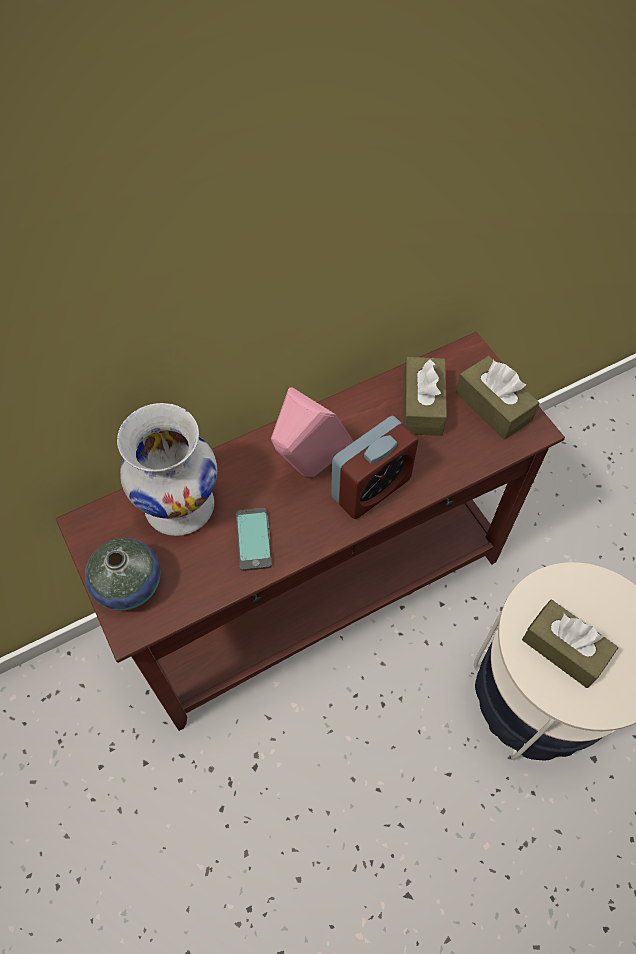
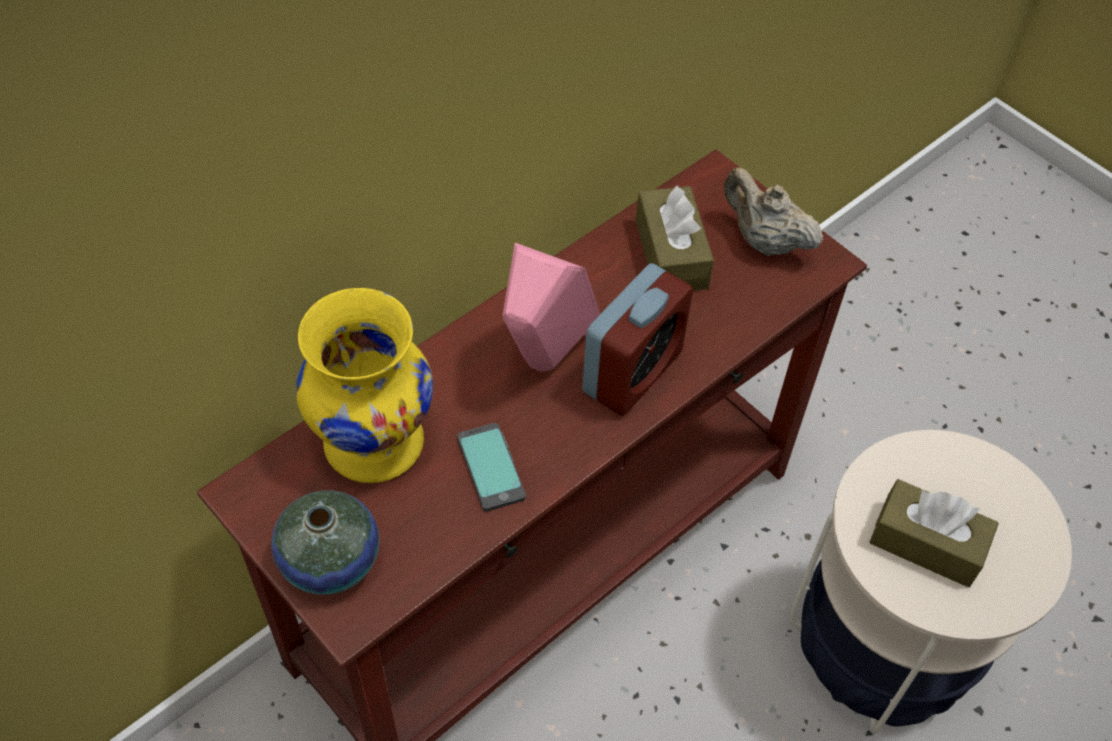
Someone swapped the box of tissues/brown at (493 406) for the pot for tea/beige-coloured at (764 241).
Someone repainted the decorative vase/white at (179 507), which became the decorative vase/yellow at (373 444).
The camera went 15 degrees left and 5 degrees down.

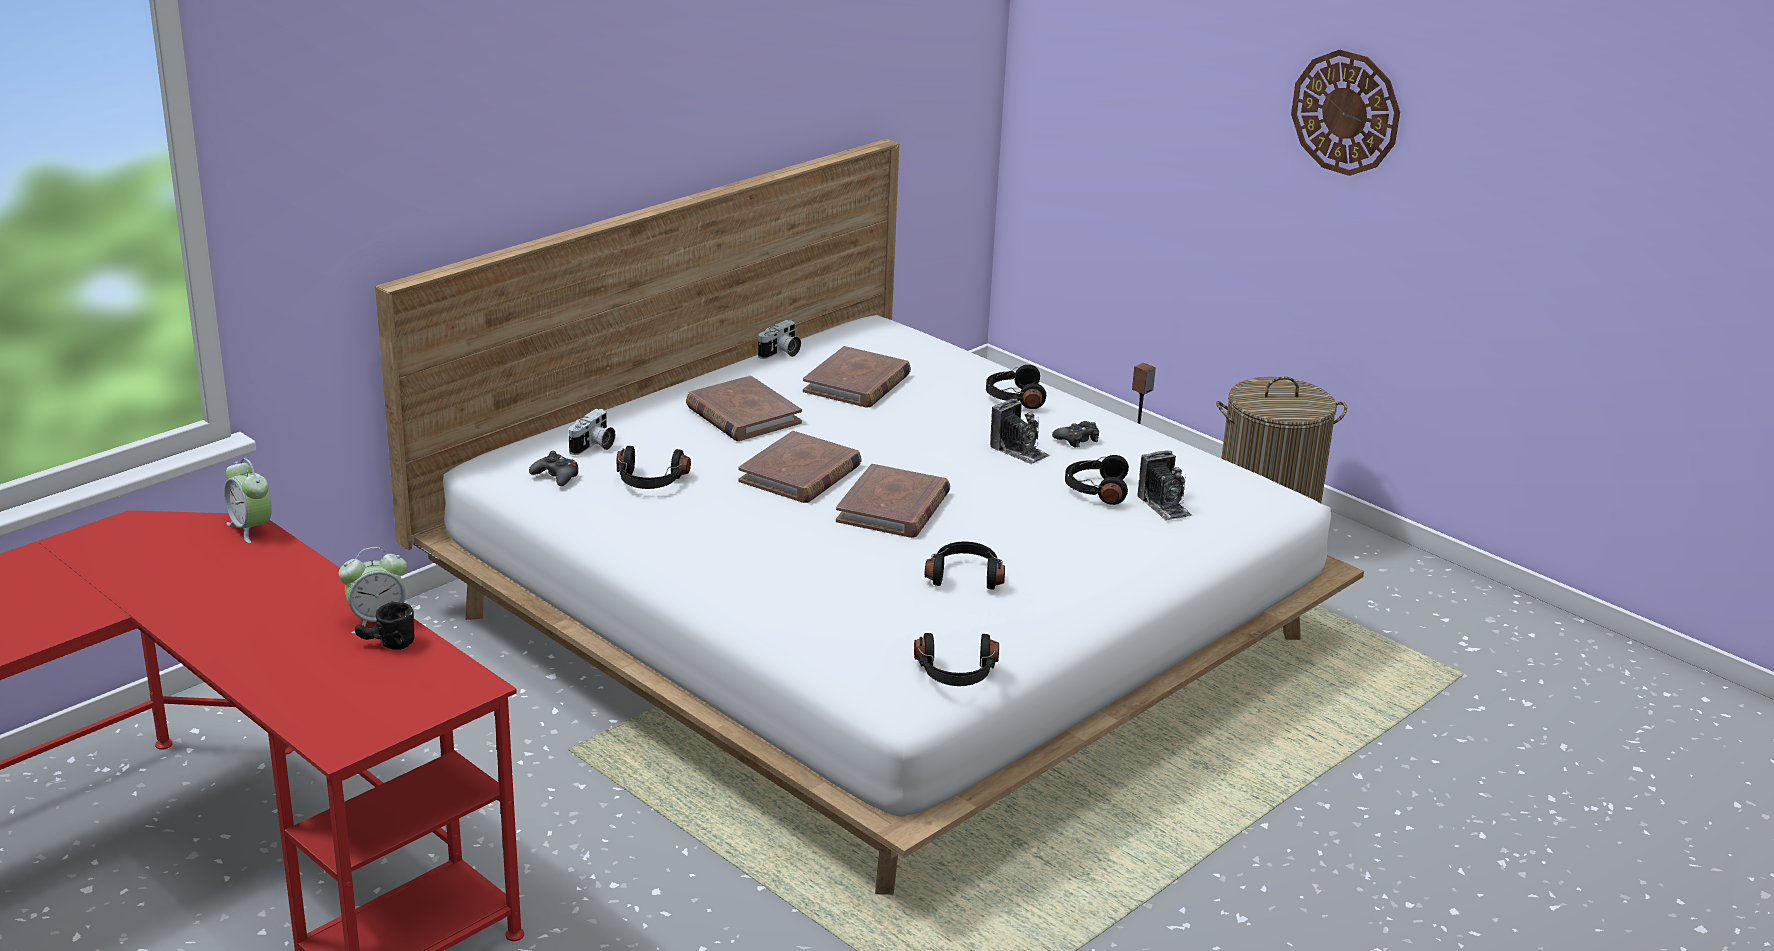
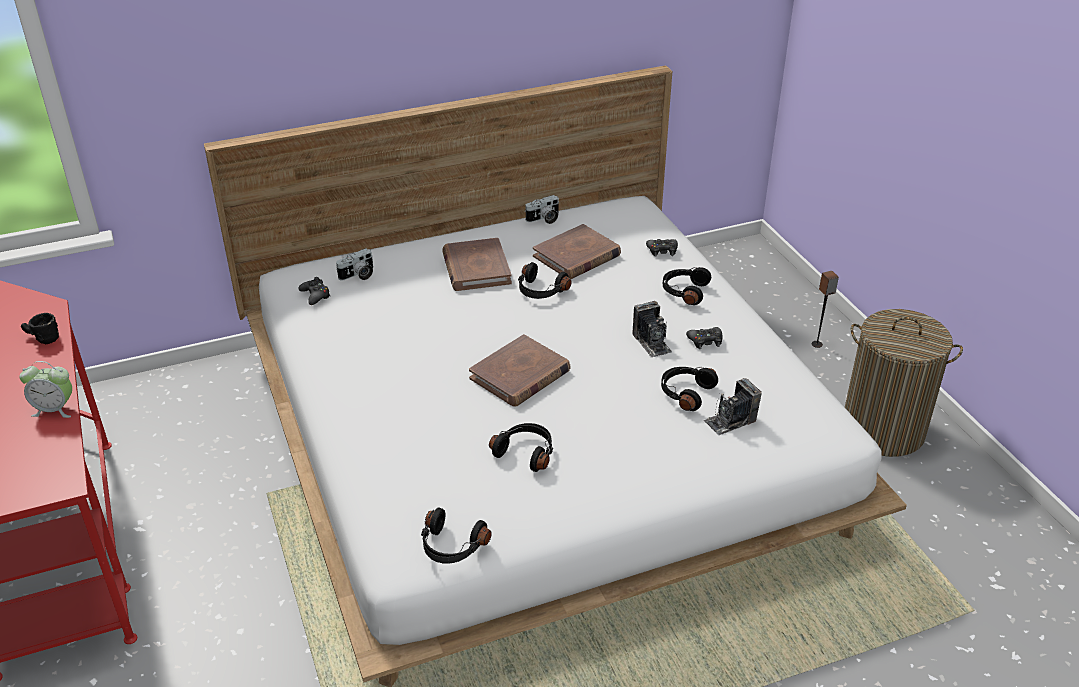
Someone took away the wall clock at (1346 112).
Someone took away the volume/brown at (800 473).
Someone carried the headset/black from (650 482) to (540 291).
Someone rotated the photo camera at (1164 505) by 60 degrees clockwise.
Someone took away the table clock at (251 529).
Someone carried the coffee mug/black from (386 645) to (41 339).
Someone put down the gamepad/black at (662 251).
The camera went 25 degrees right and 10 degrees up.

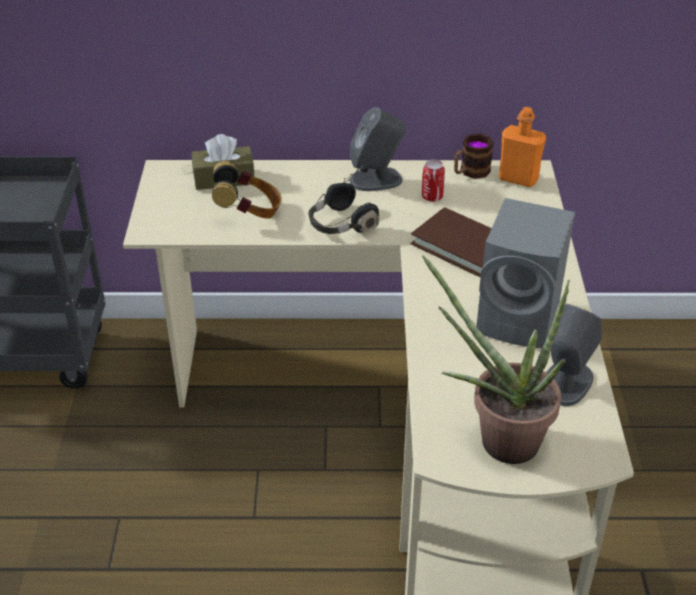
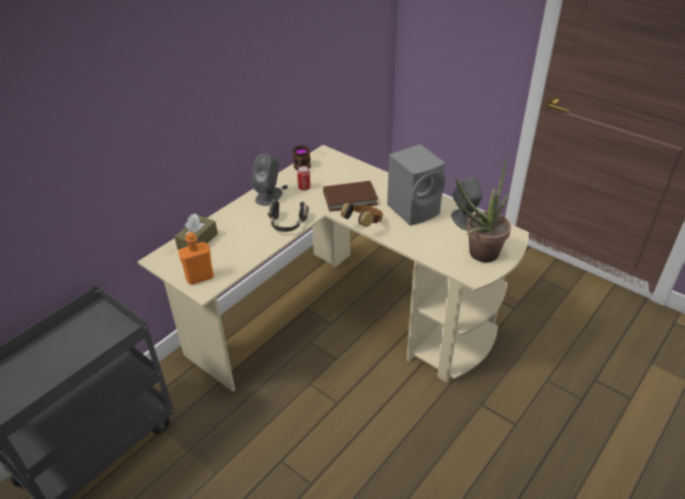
Someone carried the bottle/orange from (518 179) to (200 277).
Someone carried the headset from (249 212) to (364 225).
The camera went 50 degrees left and 0 degrees up.

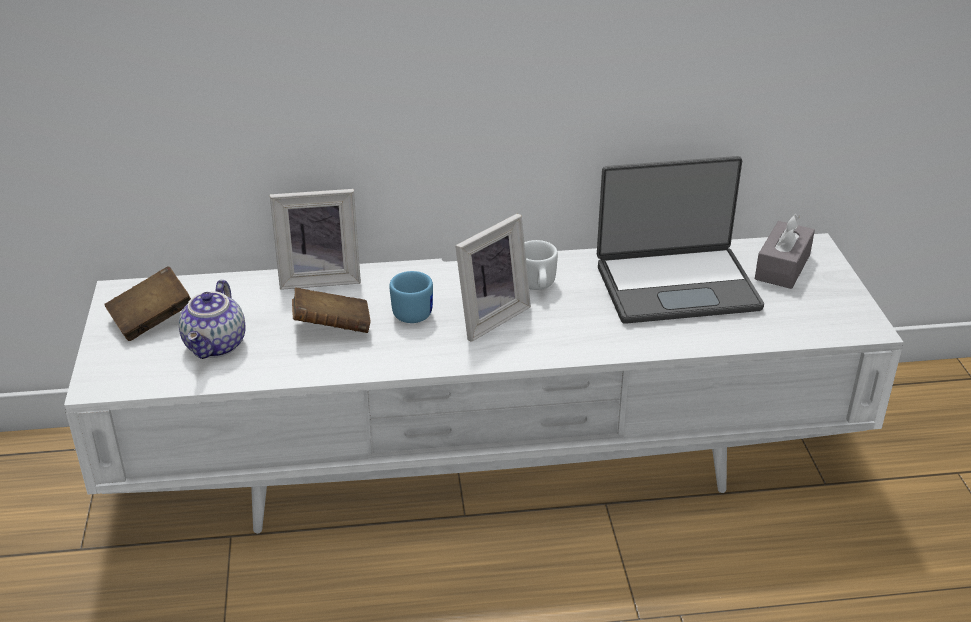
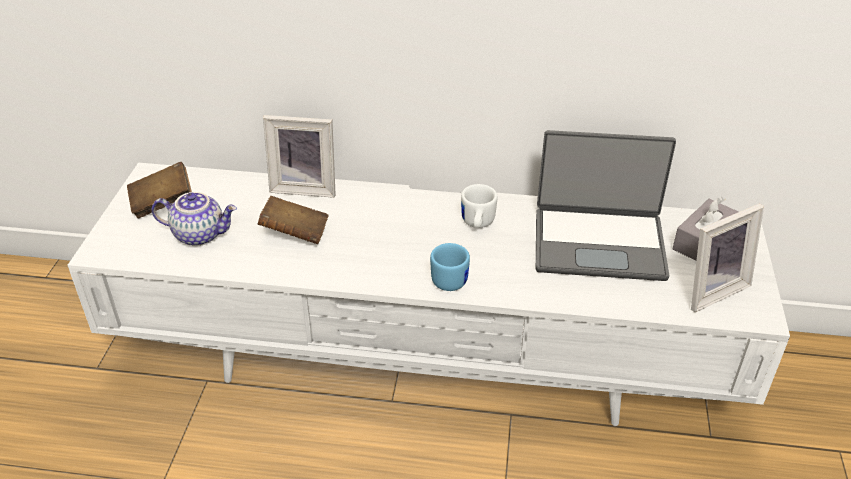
Someone carried the photo frame from (488 317) to (710 289).
Someone carried the coffee mug/bluish from (412 311) to (450 277).
Someone rotated the pot for tea at (217 346) by 105 degrees counterclockwise.
The camera went 15 degrees right and 5 degrees up.

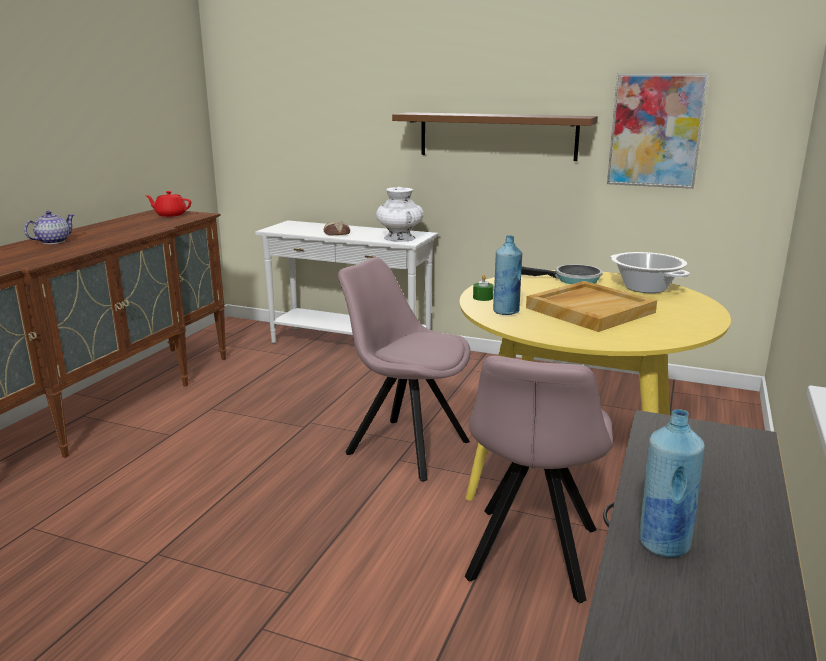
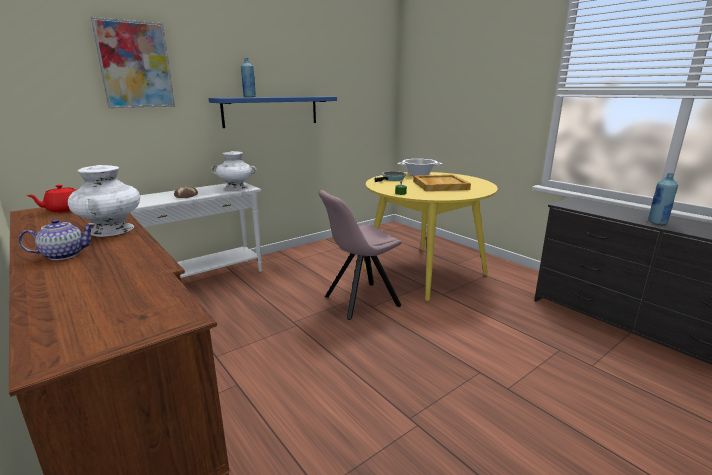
Someone carried the picture from (655 130) to (135 65).
Someone repainted the bracket shelf/brown at (497 136), which became the bracket shelf/bluish at (271 111).
Someone rotated the pot for tea at (53 241) by 90 degrees clockwise.
Someone carried the bottle/bluish from (506 312) to (249 97).
Someone took away the chair/pink at (531 554).
Someone put down the decorative vase/white at (112 229).
The camera went 60 degrees left and 0 degrees up.

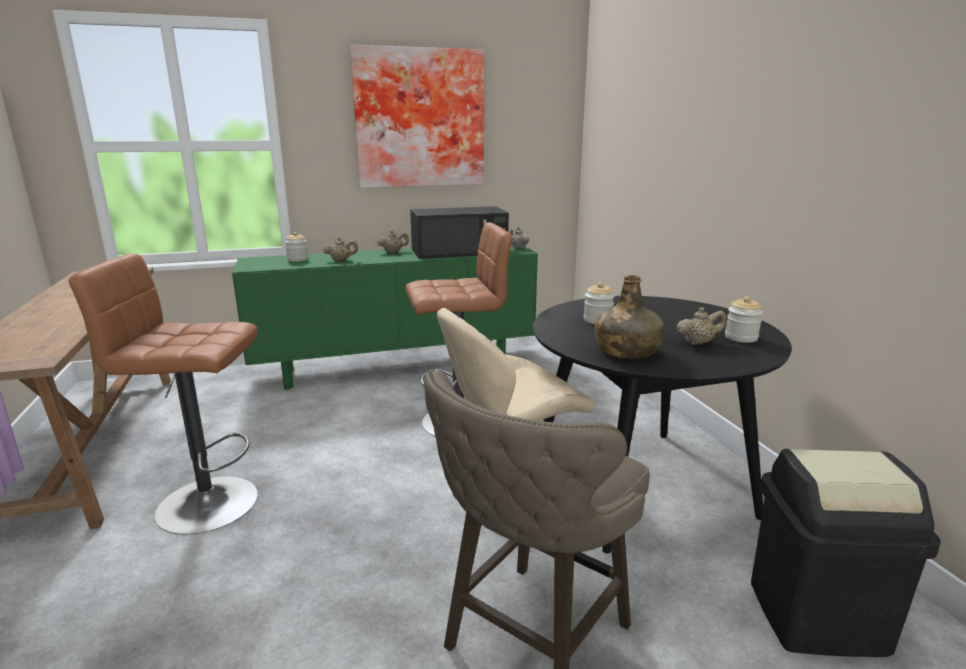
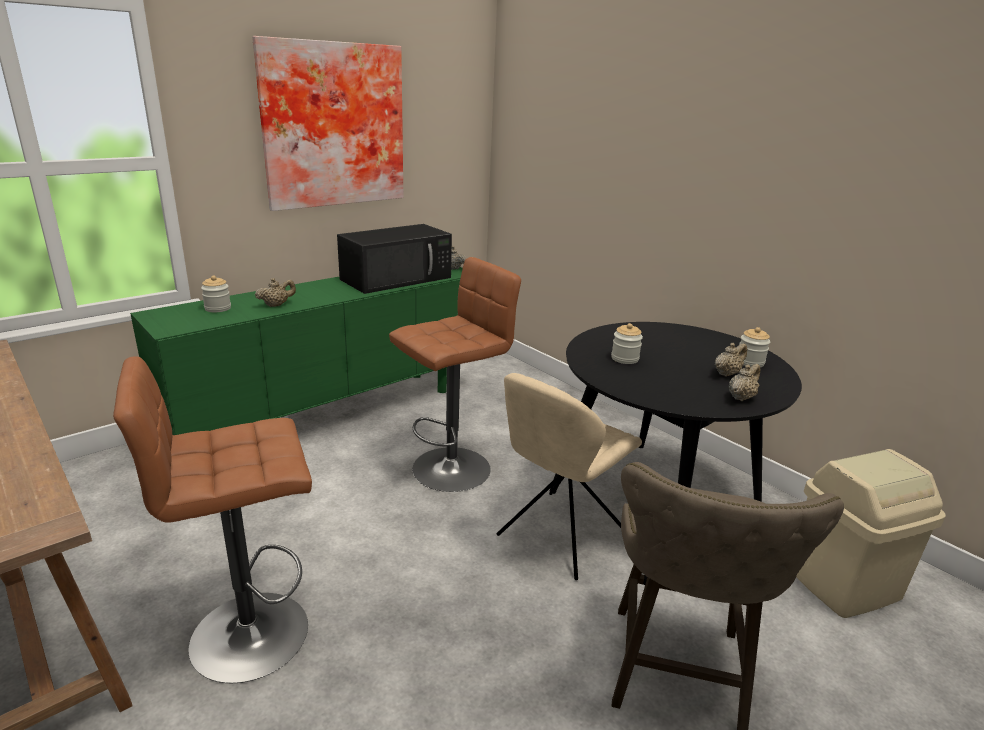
Someone carried the pot for tea/beige-coloured from (393 252) to (741 397).
Someone took away the bottle/greenish at (626 351).
Someone repainted the waste bin/black at (816 616), which became the waste bin/beige-coloured at (842 583).
The camera went 25 degrees left and 5 degrees up.

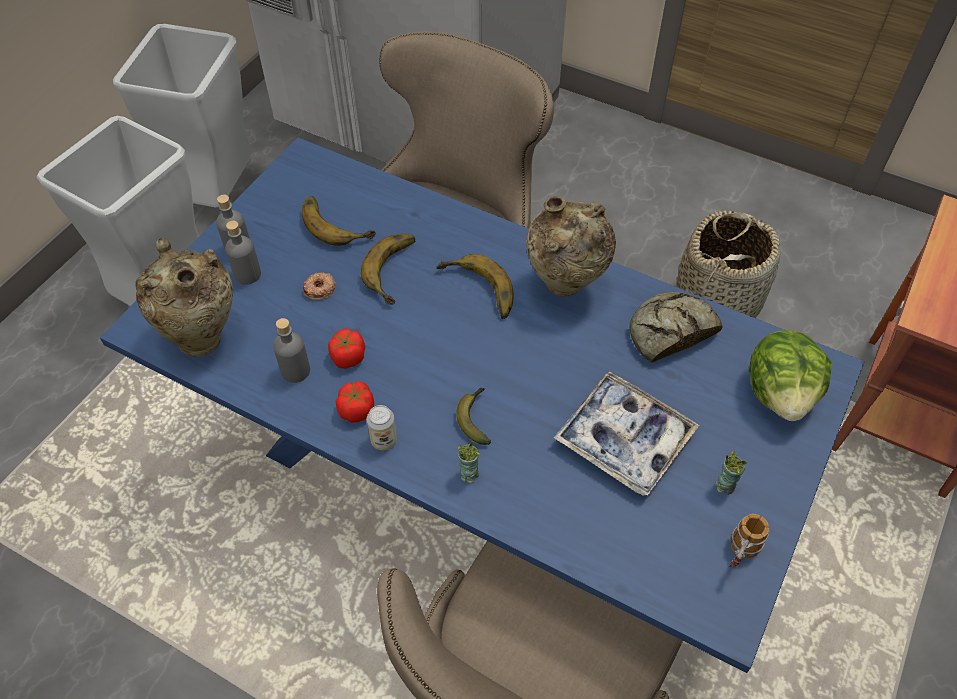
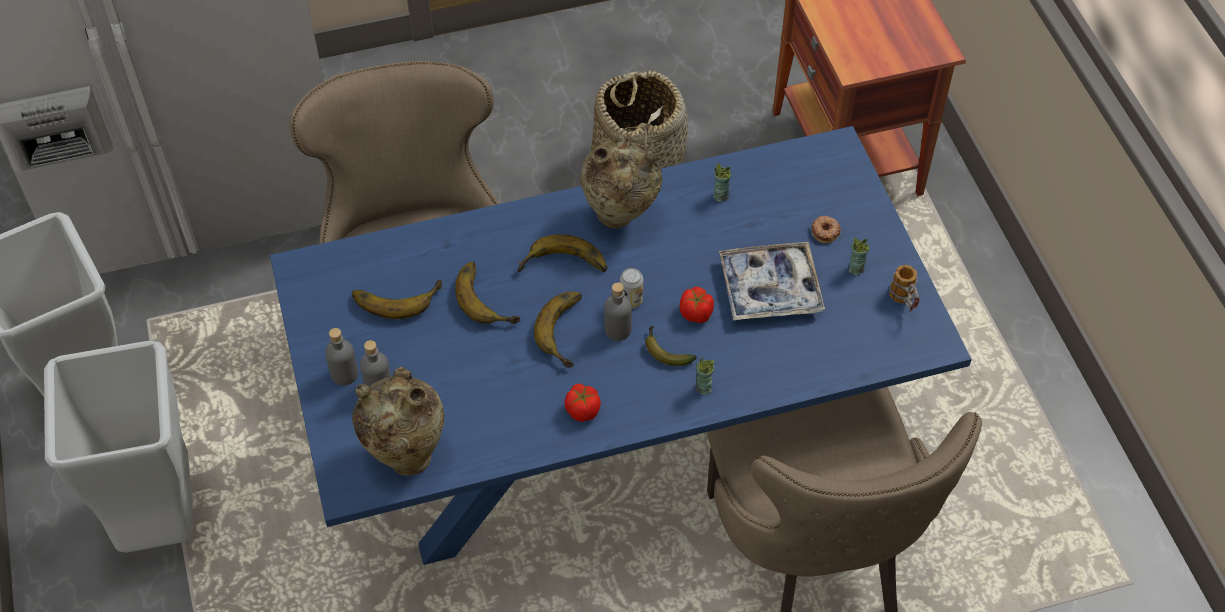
Someone carried the donut from (320 288) to (825 231).
Someone swapped the bread at (670 331) for the small cup at (720 196).
Someone carried the bottle/gray from (295 371) to (617 330).
Someone carried the fresh tomato from (348 357) to (696 313).
Someone took away the lettuce head at (780 394).
Someone carried the sealed can from (384 440) to (631 301).
Someone put down the banana at (569 331).
The camera went 45 degrees left and 0 degrees up.

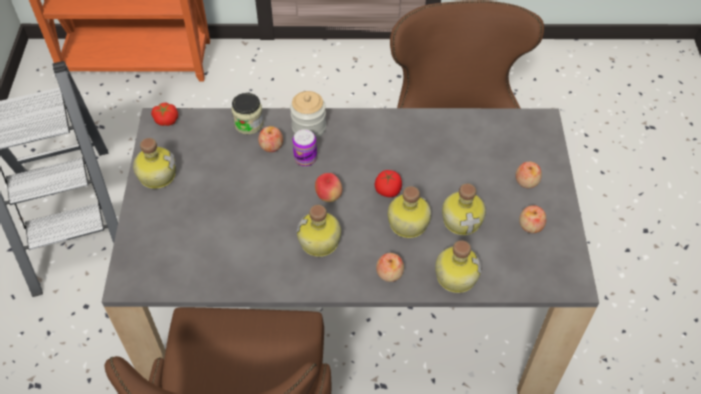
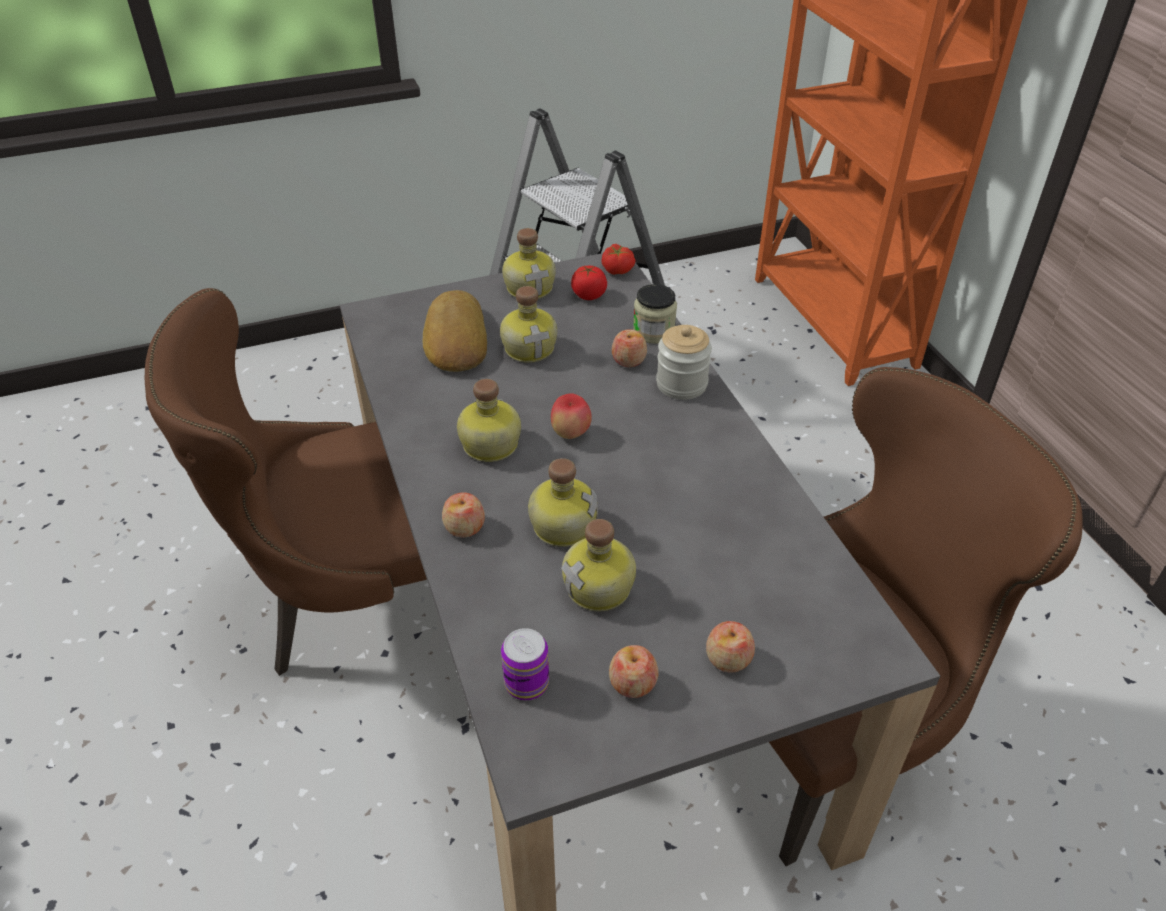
Someone carried the sealed can from (305 158) to (526 683).
Someone carried the fresh tomato from (388 190) to (589 295).
Someone carried the bottle from (455 275) to (530 347).
Someone put down the bread at (454 340).
The camera went 70 degrees right and 10 degrees down.

